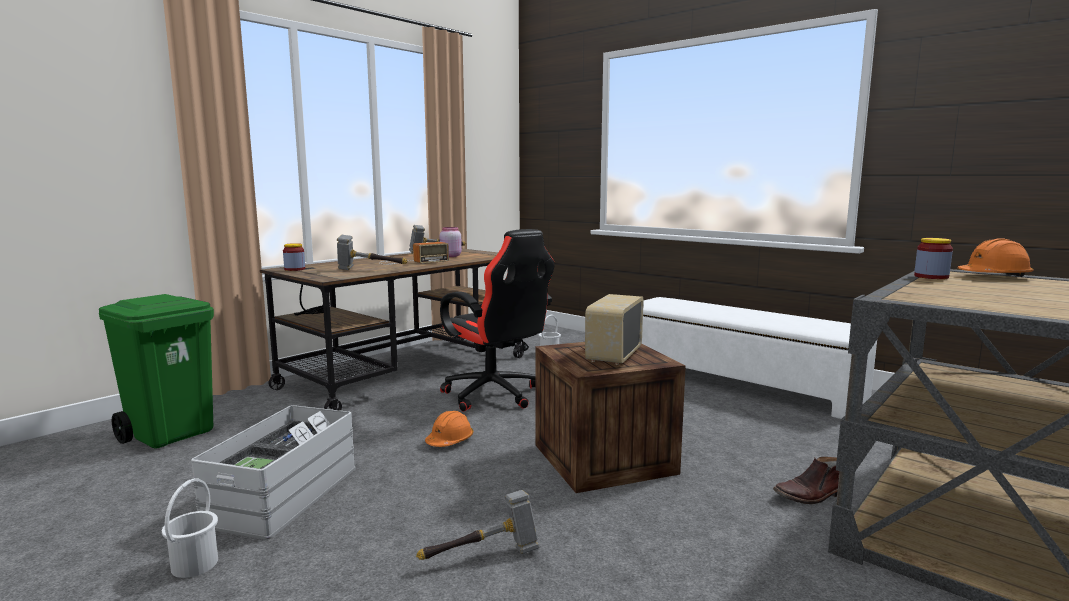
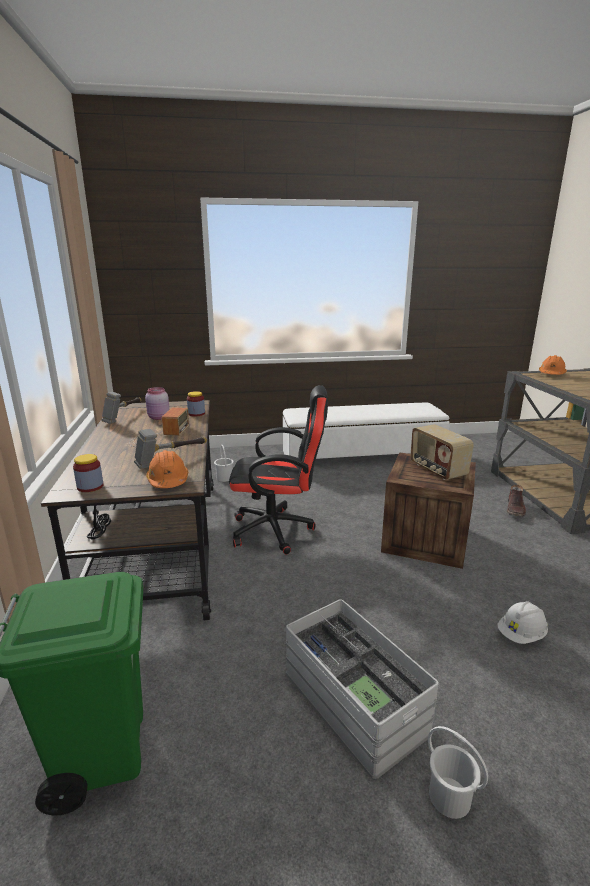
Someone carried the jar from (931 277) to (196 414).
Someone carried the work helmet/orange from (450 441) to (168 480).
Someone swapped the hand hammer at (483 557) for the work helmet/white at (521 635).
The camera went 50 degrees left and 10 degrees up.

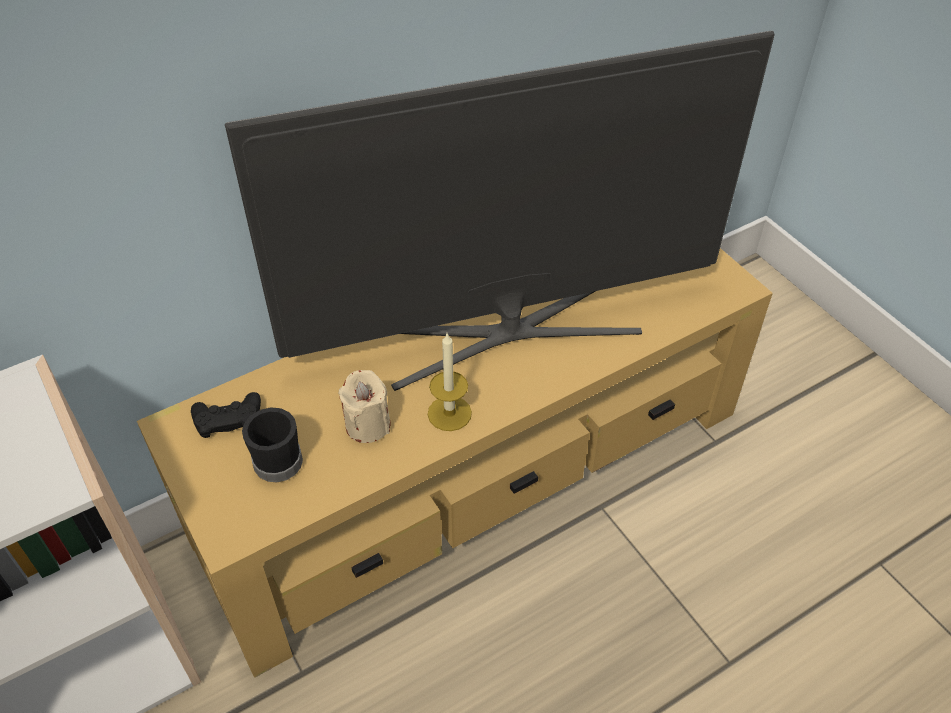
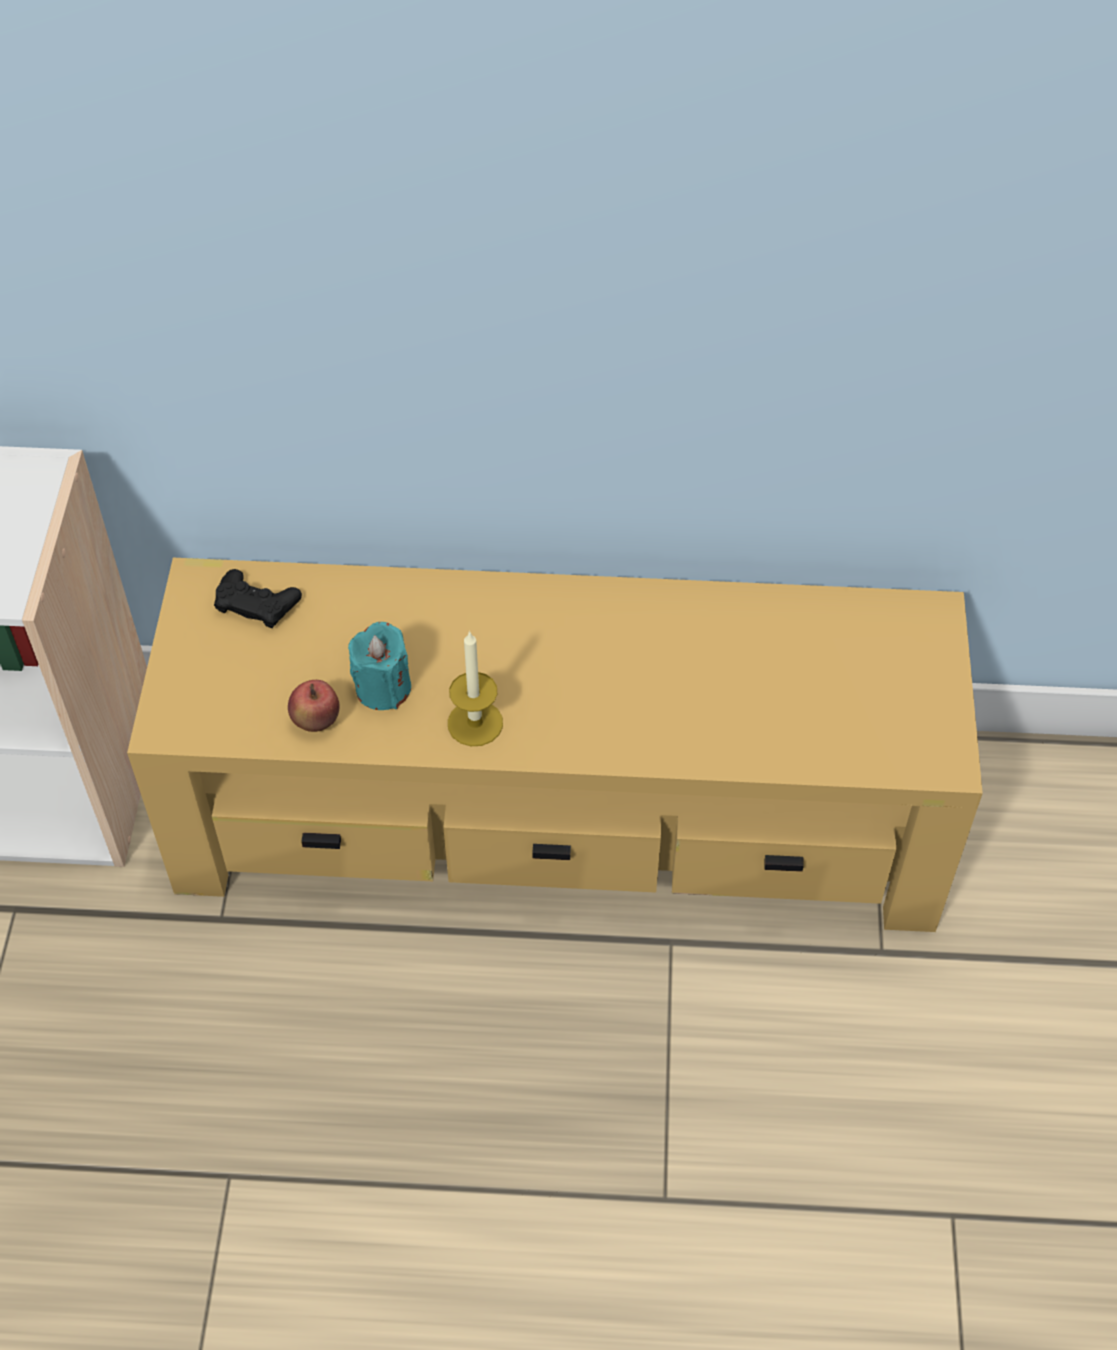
Someone took away the TV set at (508 330).
Someone repainted the wax candle/beige-coloured at (367 425), which became the wax candle/turquoise at (383 688).
Someone took away the coffee mug/black at (273 459).
Someone put down the whole apple at (316 722).
The camera went 35 degrees right and 5 degrees up.

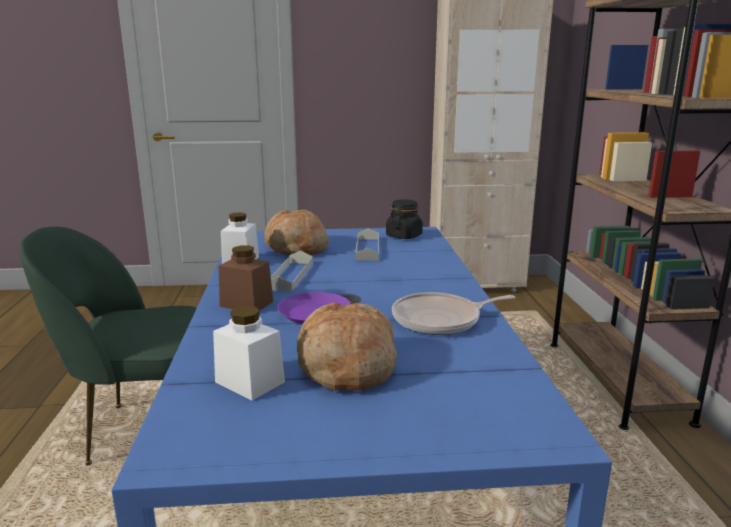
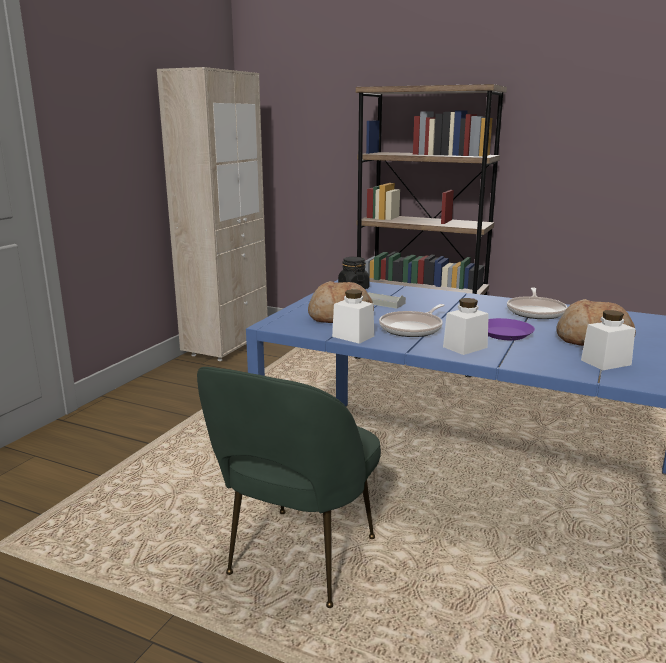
Someone repainted the jar/brown at (246 304), which became the jar/white at (465 347).
Someone swapped the carrying tray/gray at (290 276) for the skillet at (413 328).
The camera went 60 degrees left and 0 degrees up.

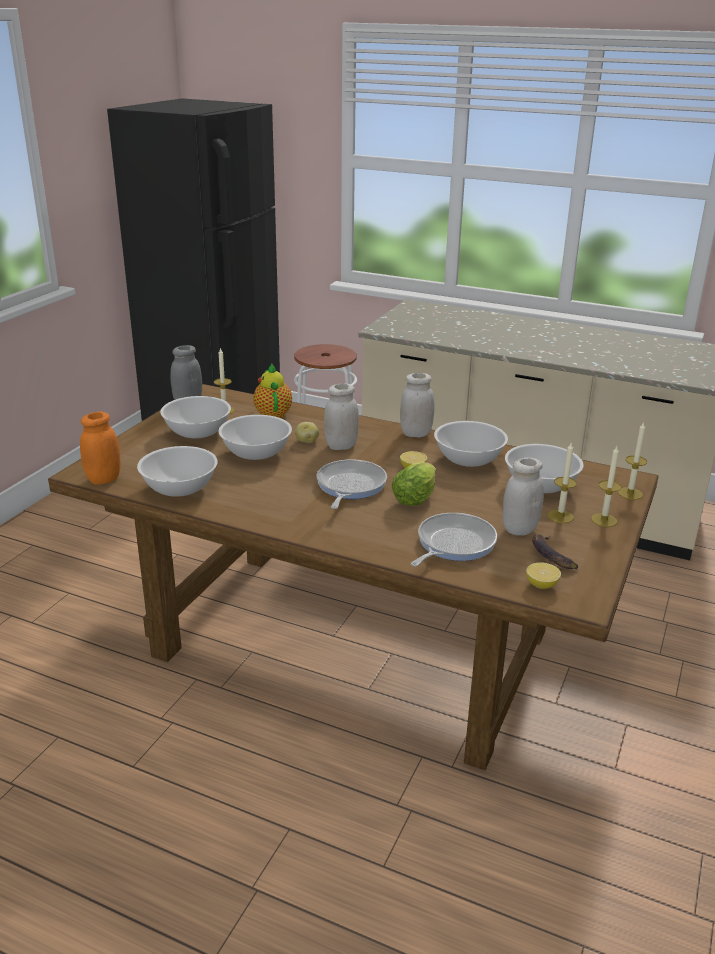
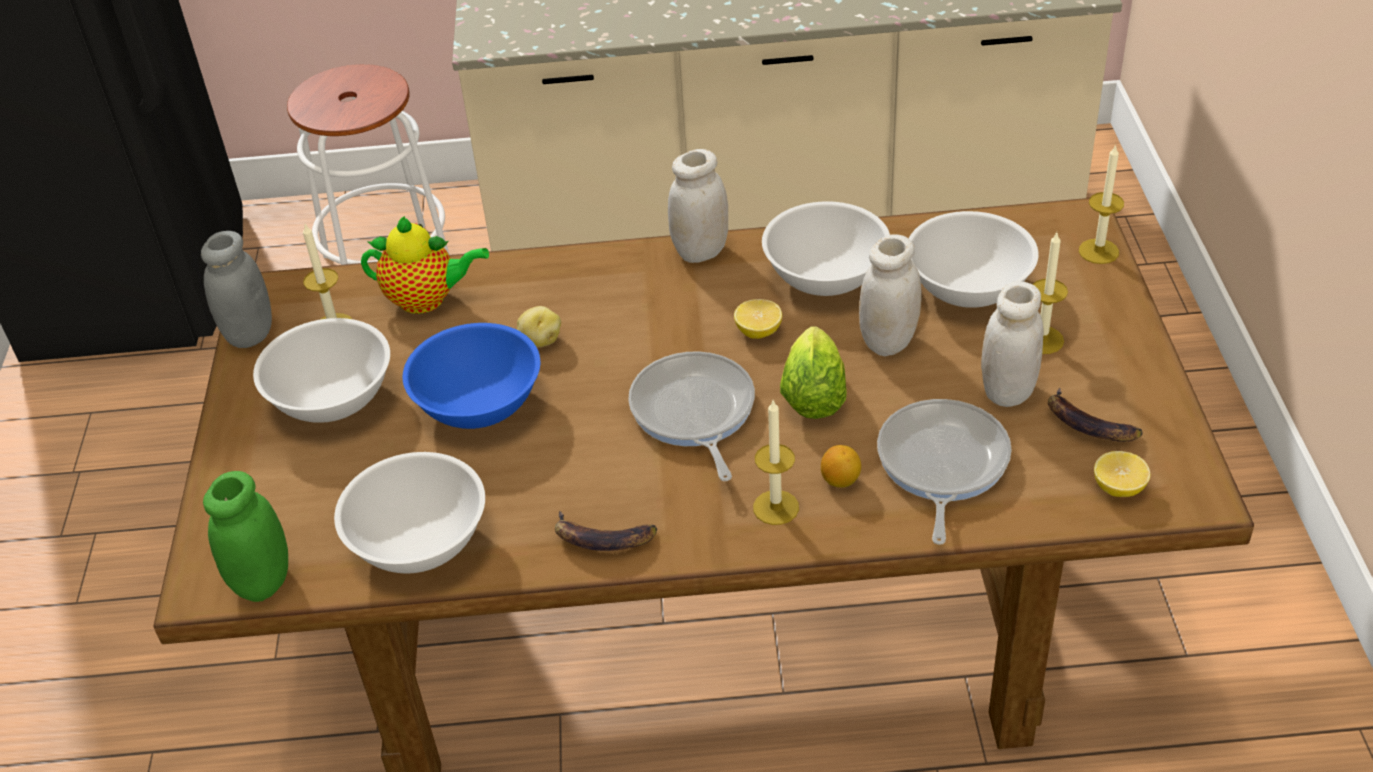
Someone rotated the pot for tea at (273 414) by 135 degrees clockwise.
Someone carried the jar/white from (341 446) to (888 342).
Someone repainted the jar/orange at (104 479), which became the jar/greenish at (263 581).
Someone repainted the bowl/white at (256 453), which became the bowl/bluish at (479 405).
Someone carried the wax candle from (604 520) to (776 507).
Someone put down the citrus fruit at (840 480).
Someone put down the banana at (602 539).
The camera went 25 degrees left and 15 degrees up.

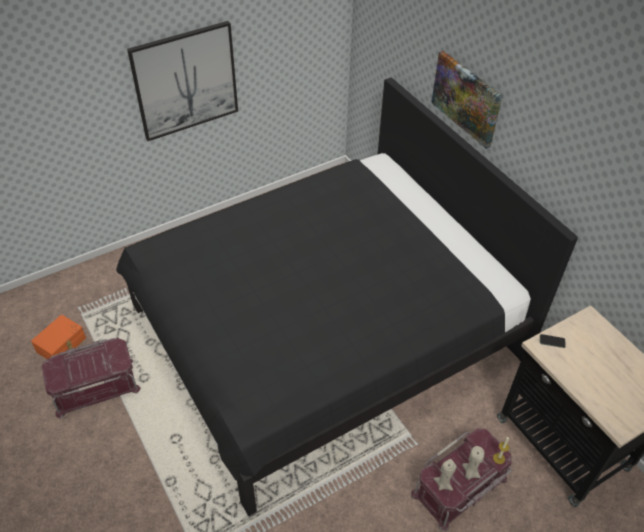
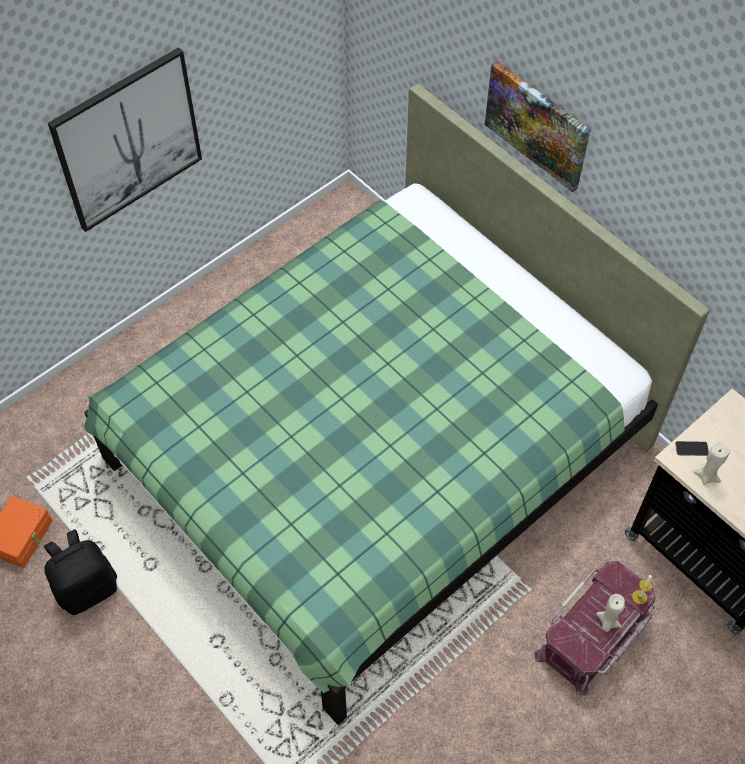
Someone repainted the bed/black at (322 331), which became the bed/greenish at (375 452).
Someone swapped the storage box/red-coloured at (95 386) for the rucksack/black at (87 588).
Someone carried the wax candle/beige-coloured from (443 484) to (706 476).
The camera went 10 degrees left and 10 degrees up.

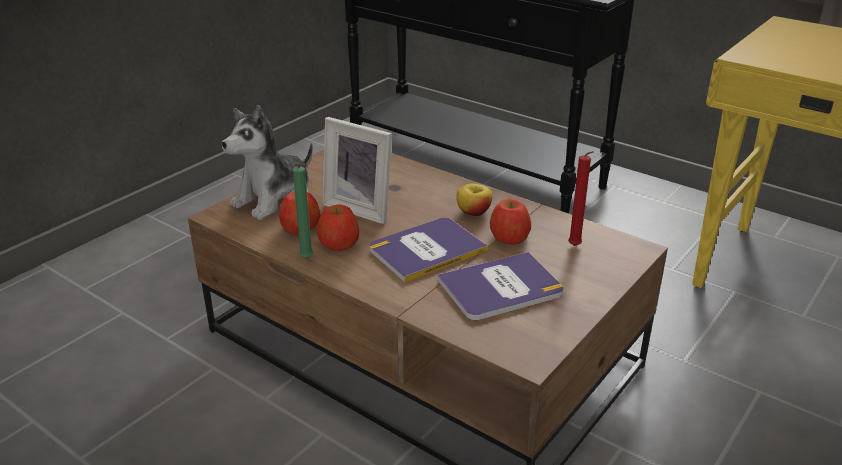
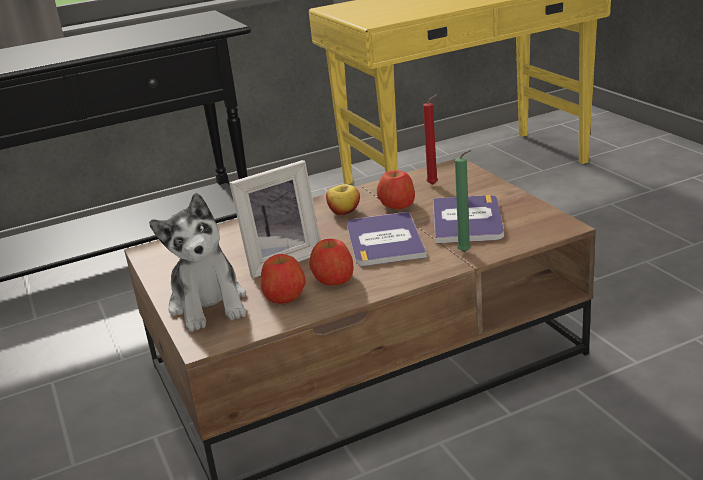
Someone carried the wax candle/greenish from (305 260) to (466 252).
The camera went 60 degrees left and 5 degrees down.

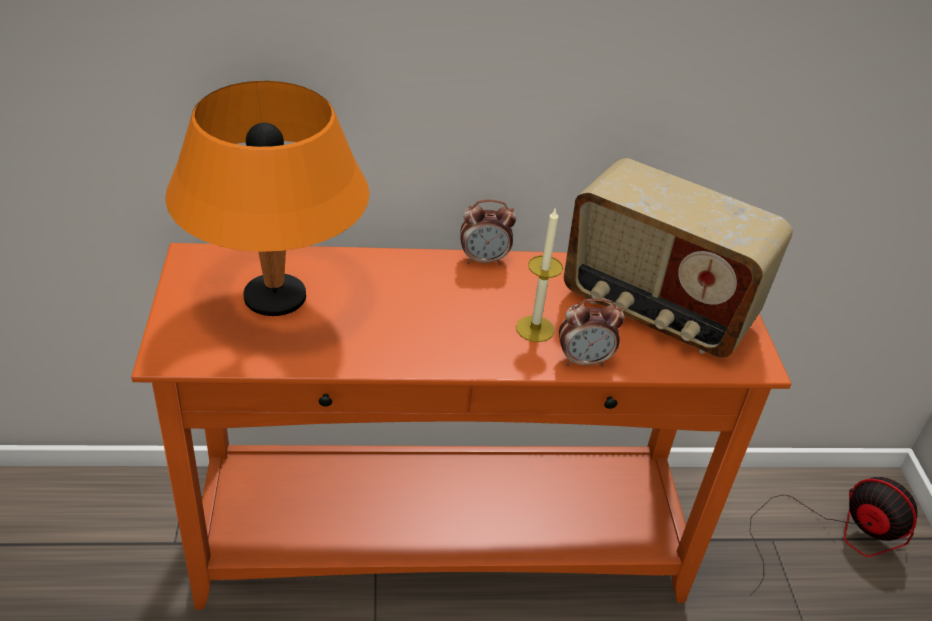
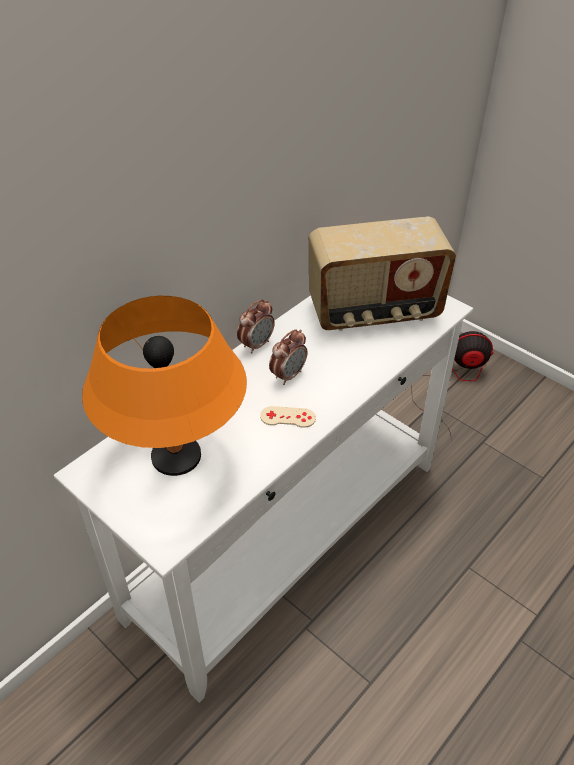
Someone took away the wax candle at (535 329).
Someone repainted the console table/orange at (444 538), which became the console table/white at (287 536).
Someone carried the table clock from (584 360) to (288 375).
Someone put down the gamepad/beige-coloured at (288 417).
The camera went 40 degrees left and 5 degrees up.

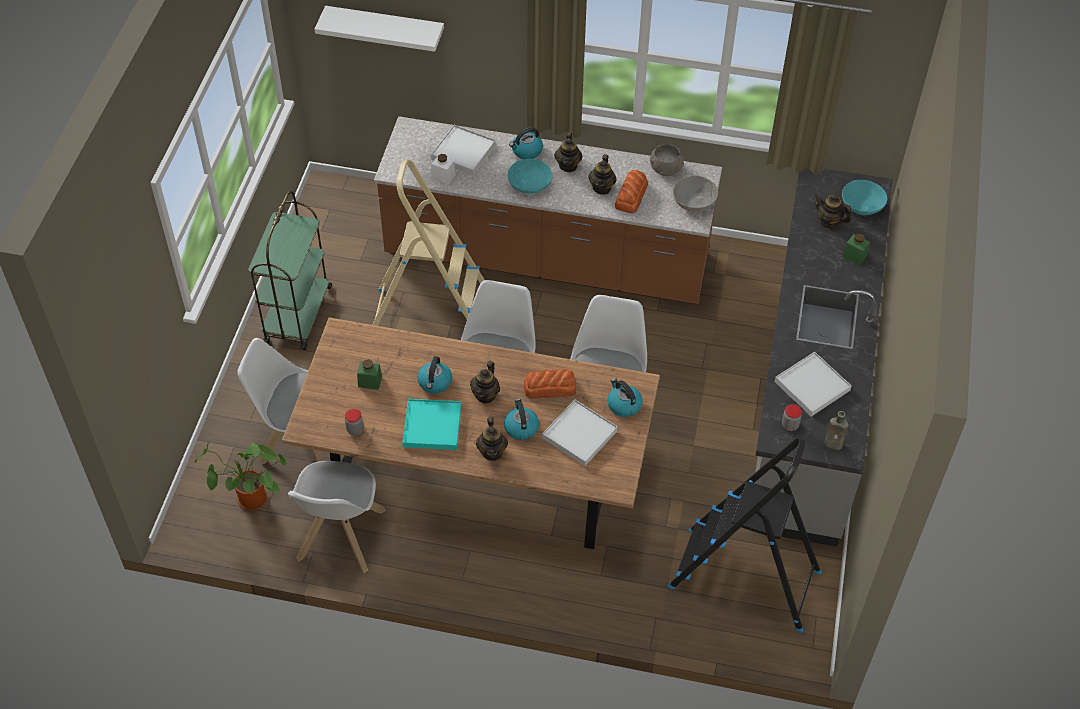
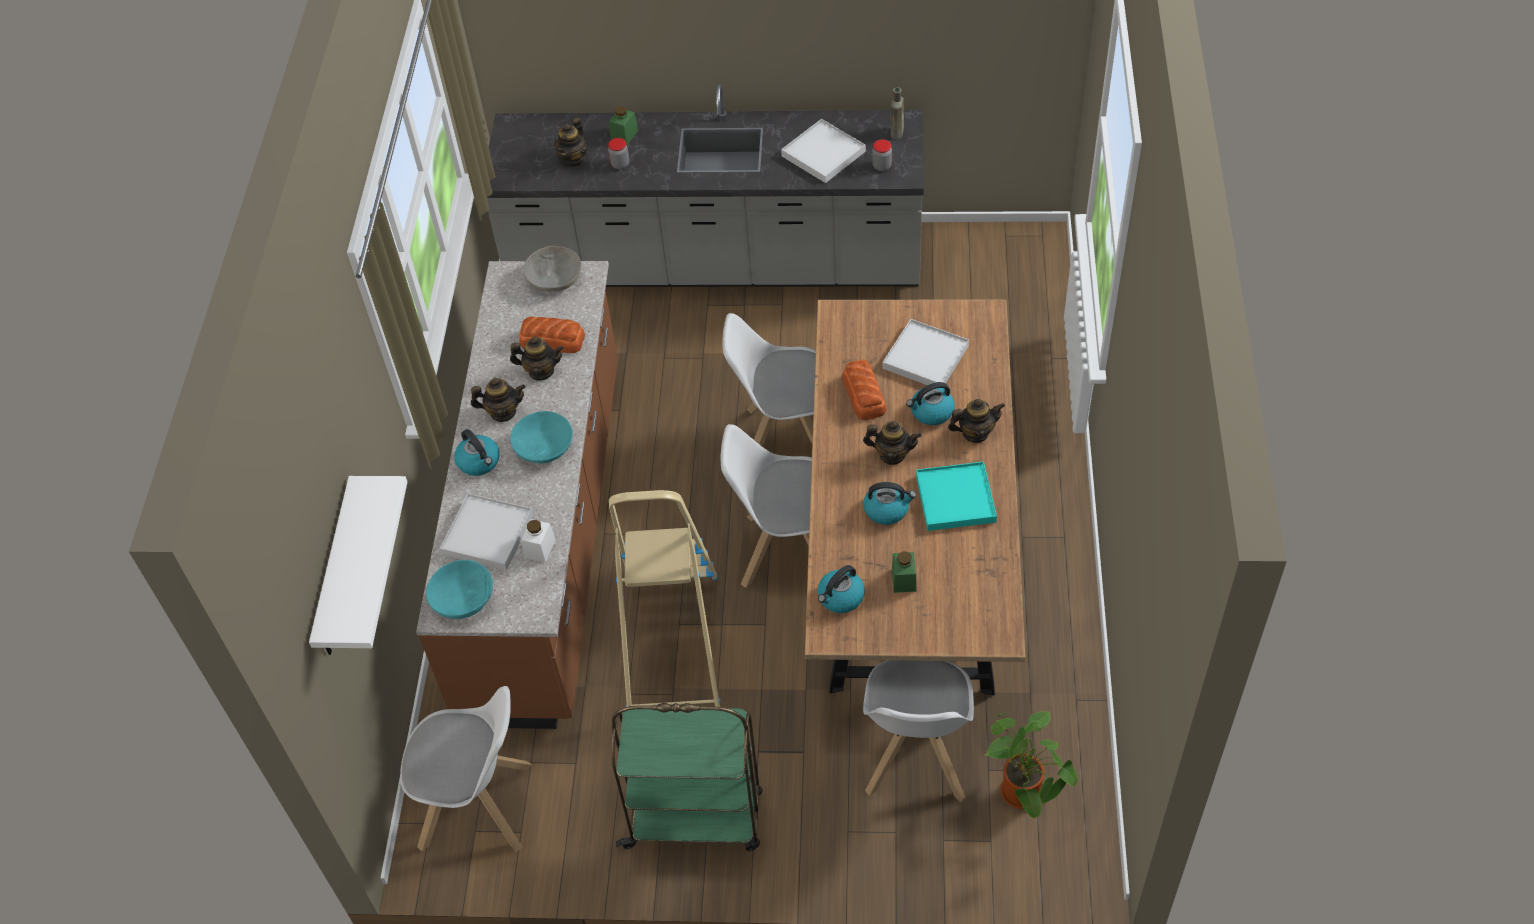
Someone took away the bowl/gray at (665 168).
Someone carried the bowl/turquoise from (862 205) to (463 598).
Someone carried the tea kettle from (623 405) to (840 598).
Someone carried the jar from (355 429) to (620 164).
Someone took away the step stool/black at (743 579).
Someone carried the chair from (340 537) to (480 806).
The camera went 95 degrees left and 0 degrees up.

